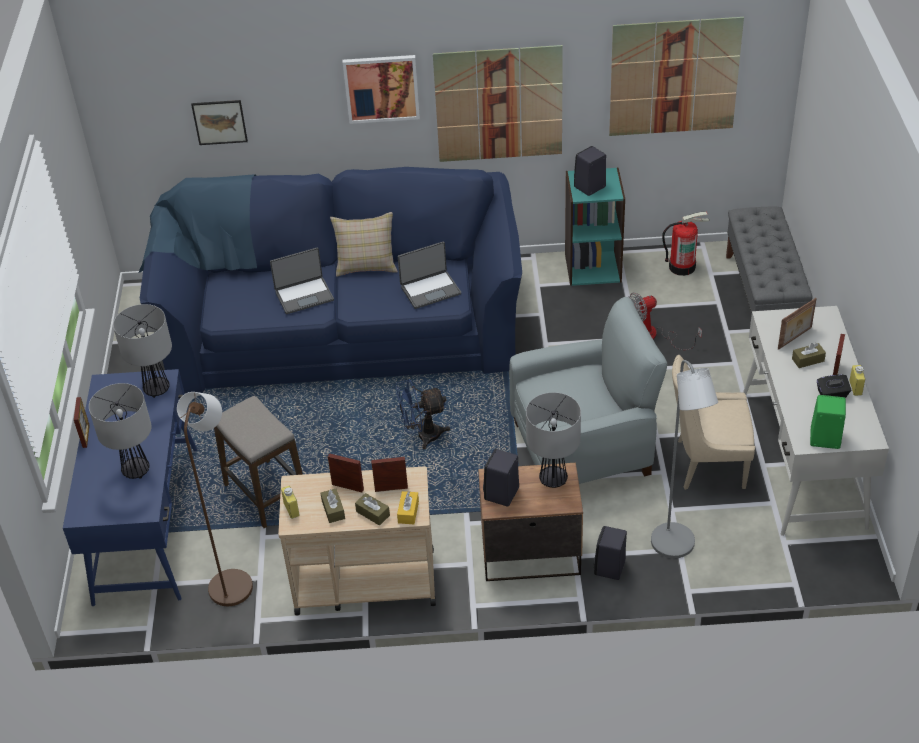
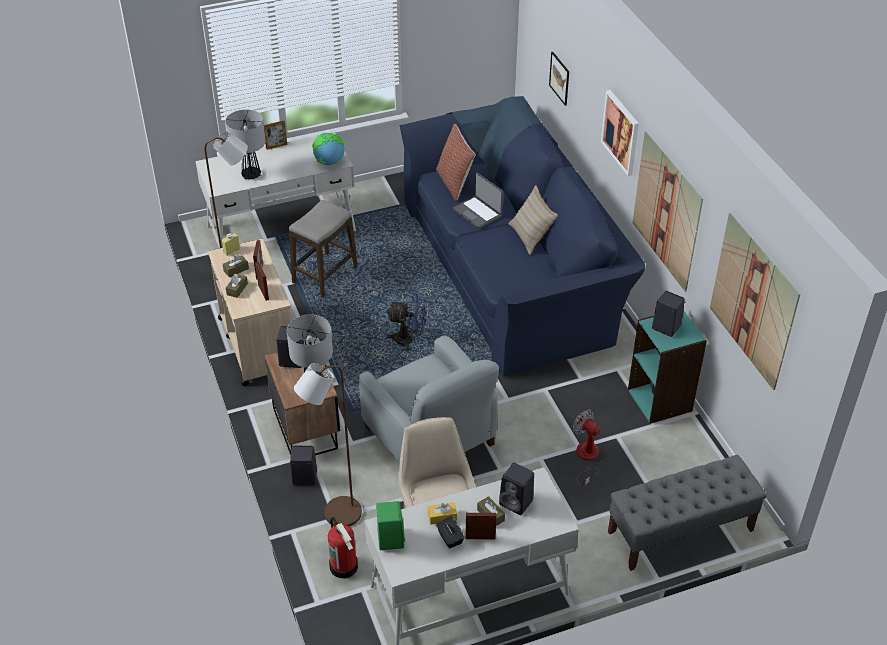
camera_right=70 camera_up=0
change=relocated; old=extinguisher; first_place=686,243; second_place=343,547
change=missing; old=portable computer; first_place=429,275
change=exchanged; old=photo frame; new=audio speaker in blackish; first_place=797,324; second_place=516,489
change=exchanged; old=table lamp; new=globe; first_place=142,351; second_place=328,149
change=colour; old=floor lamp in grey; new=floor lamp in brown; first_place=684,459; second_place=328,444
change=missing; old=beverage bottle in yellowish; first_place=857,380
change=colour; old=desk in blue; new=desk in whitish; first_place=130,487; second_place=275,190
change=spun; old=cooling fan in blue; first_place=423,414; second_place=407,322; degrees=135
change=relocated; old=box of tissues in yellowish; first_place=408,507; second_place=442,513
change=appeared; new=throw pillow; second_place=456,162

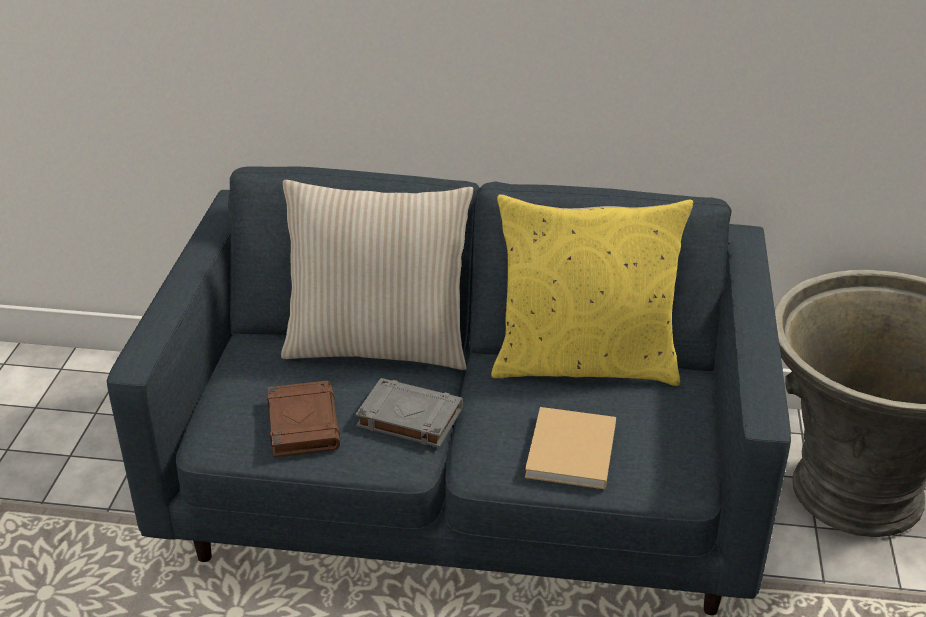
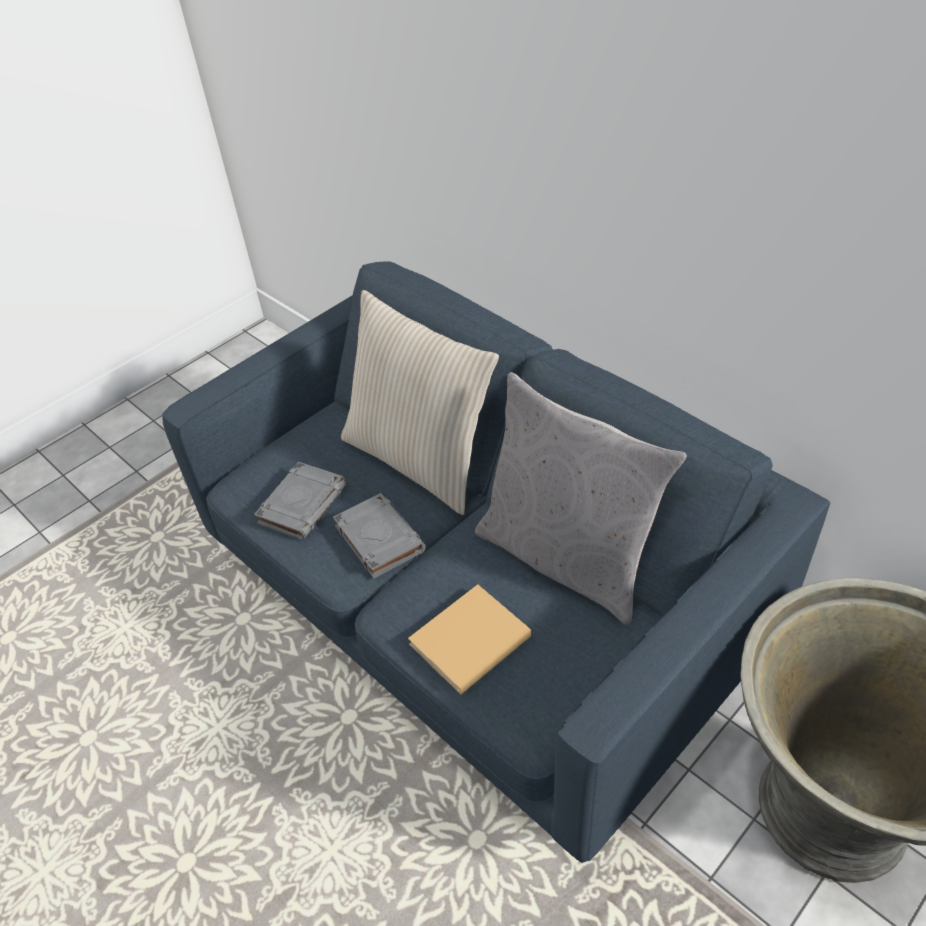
camera_right=40 camera_up=10
change=colour; old=throw pillow in yellowish; new=throw pillow in grey; first_place=592,290; second_place=581,499
change=colour; old=bound book in brown; new=bound book in grey; first_place=303,419; second_place=300,501

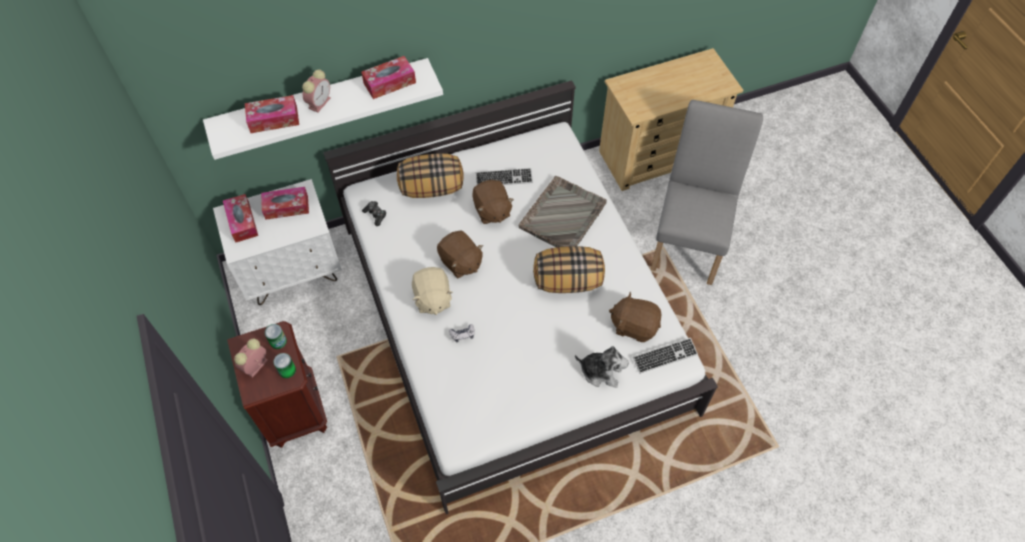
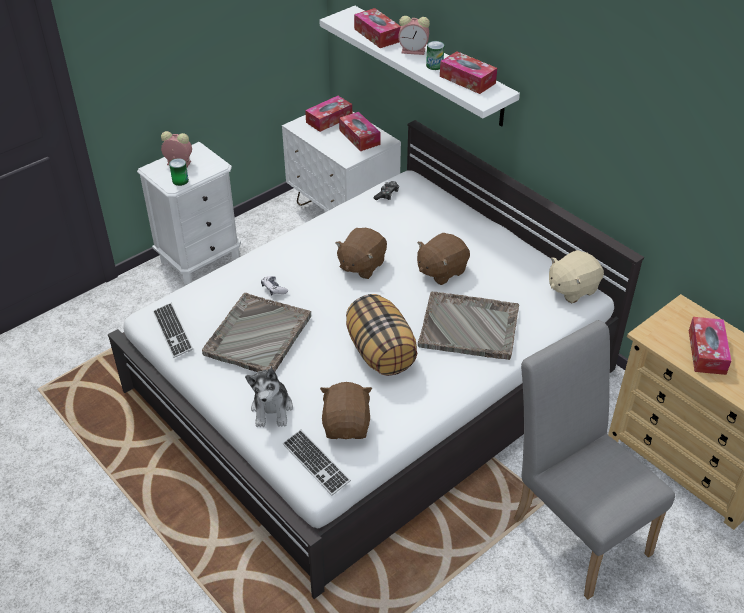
camera_right=70 camera_up=-15
change=spun; old=chair in grey; first_place=707,192; second_place=594,459; degrees=-120
change=missing; old=throw pillow; first_place=430,176
change=relocated; old=computer keyboard; first_place=504,176; second_place=173,330
change=relocated; old=plush toy in beige; first_place=432,291; second_place=576,276
change=colour; old=bedside table in brown; new=bedside table in whitish; first_place=277,384; second_place=189,213
change=relocated; old=metal can; first_place=276,336; second_place=435,55
change=appeared; new=carrying tray in grey; second_place=256,332
change=appeared; new=box of tissues; second_place=710,346

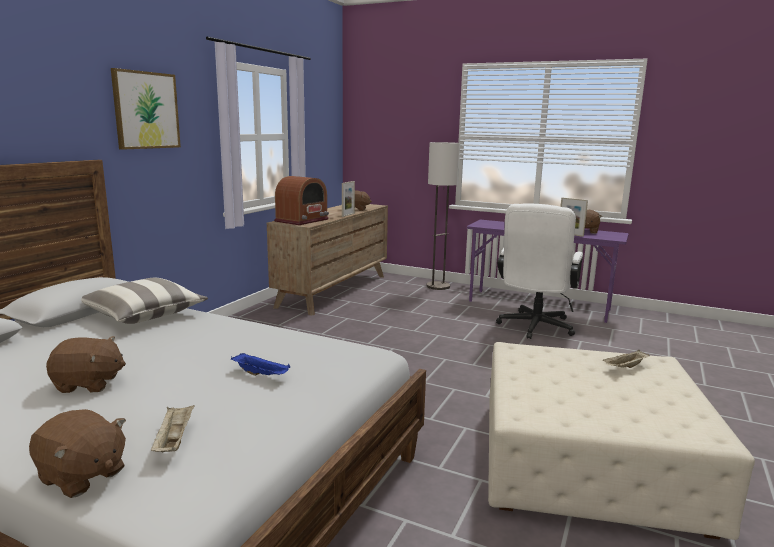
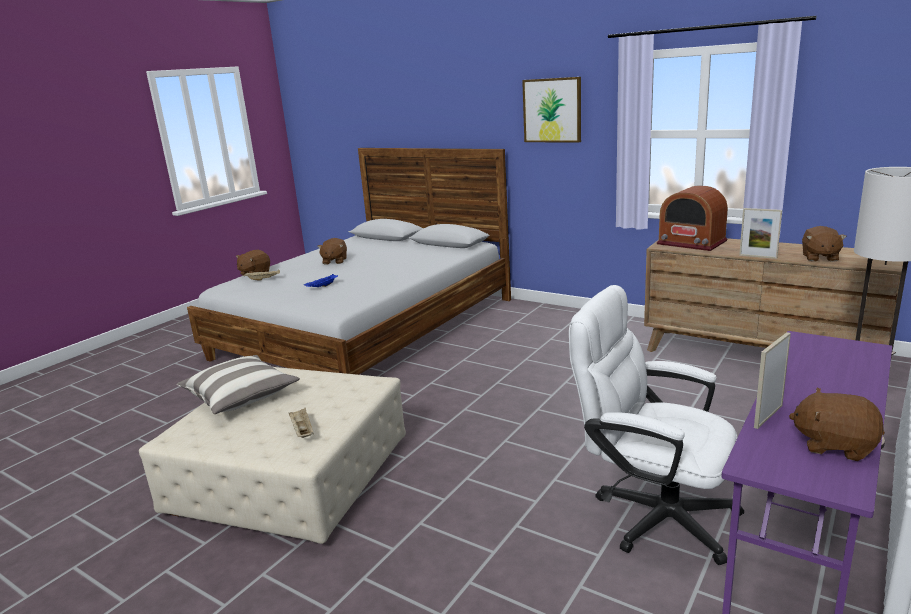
camera_right=100 camera_up=5
change=relocated; old=throw pillow; first_place=144,301; second_place=238,384

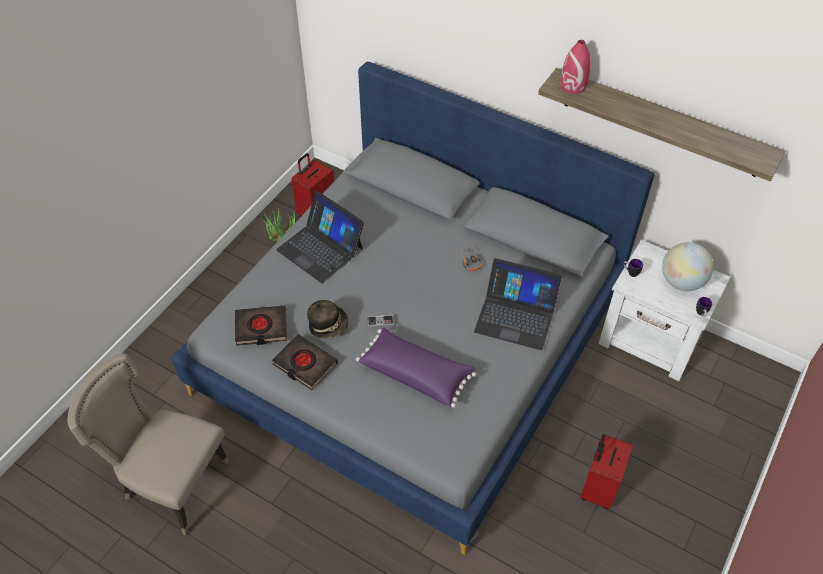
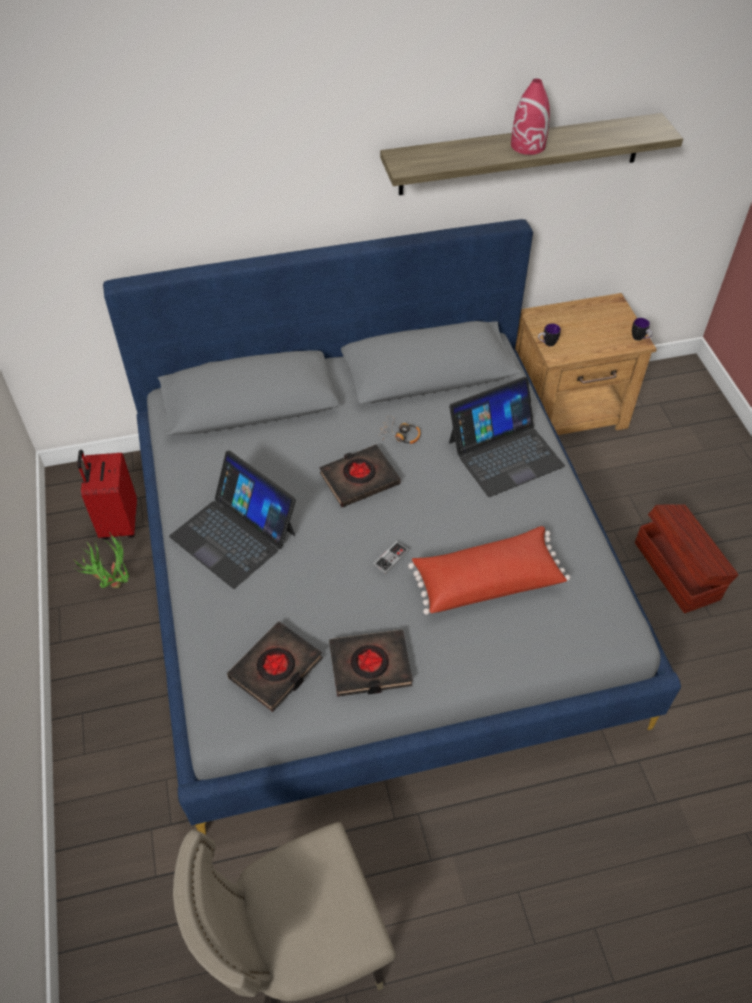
camera_right=-45 camera_up=0
change=relocated; old=flower vase in reddish; first_place=575,67; second_place=530,116
change=spun; old=portable computer; first_place=320,237; second_place=232,519; degrees=45
change=colour; old=bedside table in whitish; new=bedside table in brown; first_place=664,310; second_place=586,364
change=missing; old=globe; first_place=688,266
change=missing; old=hat; first_place=327,319
change=colour; old=throw pillow in purple-coloured; new=throw pillow in reddish; first_place=416,368; second_place=489,570
change=exchanged; old=travel case in reddish; new=storage box in brown; first_place=606,471; second_place=687,558
change=appeared; new=bound book in blackish; second_place=359,476

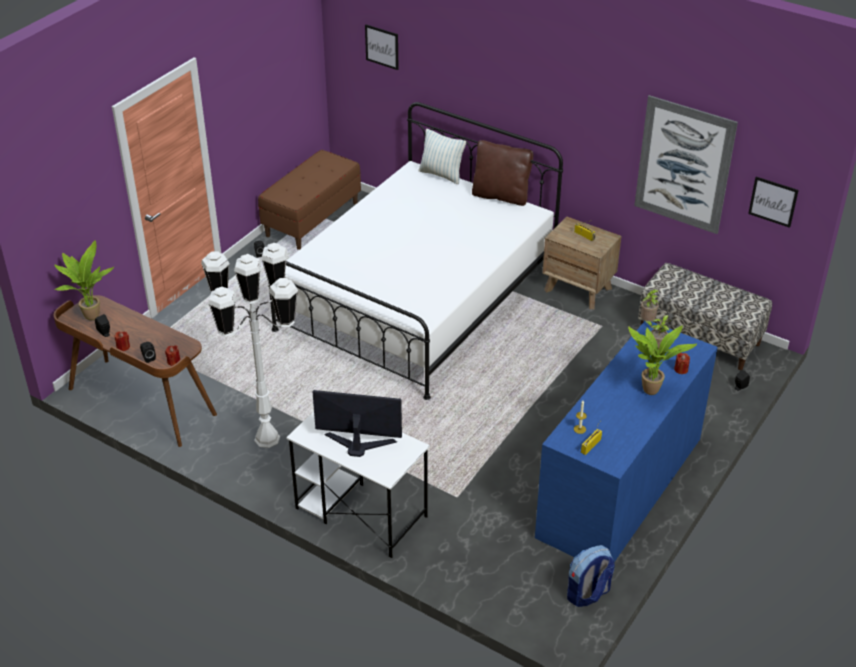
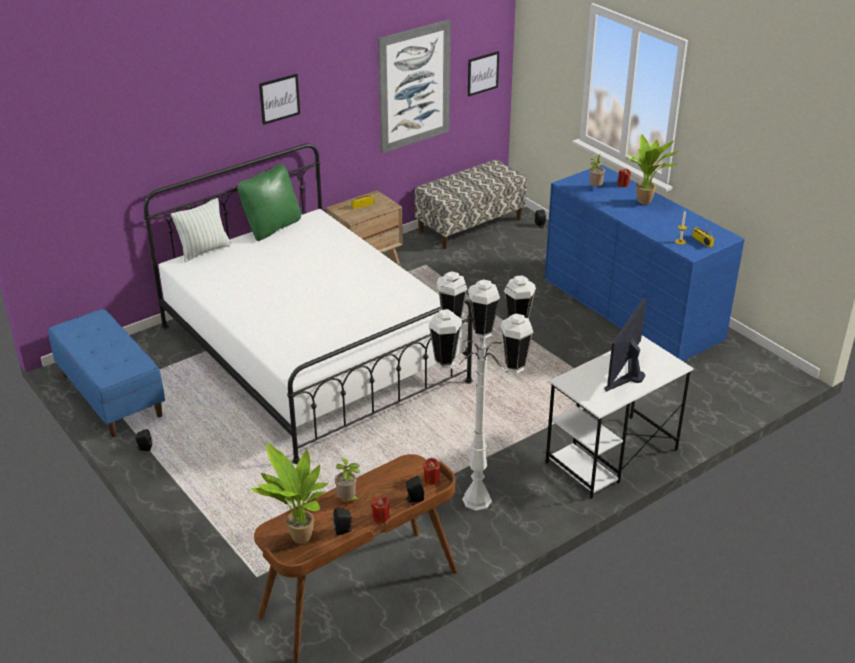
camera_right=-70 camera_up=-5
change=relocated; old=wall art; first_place=382,47; second_place=279,99
change=colour; old=throw pillow in brown; new=throw pillow in green-coloured; first_place=502,173; second_place=269,202
change=colour; old=bench in brown; new=bench in blue; first_place=309,200; second_place=106,373
change=relocated; old=potted plant; first_place=650,308; second_place=347,479
change=missing; old=backpack; first_place=591,576

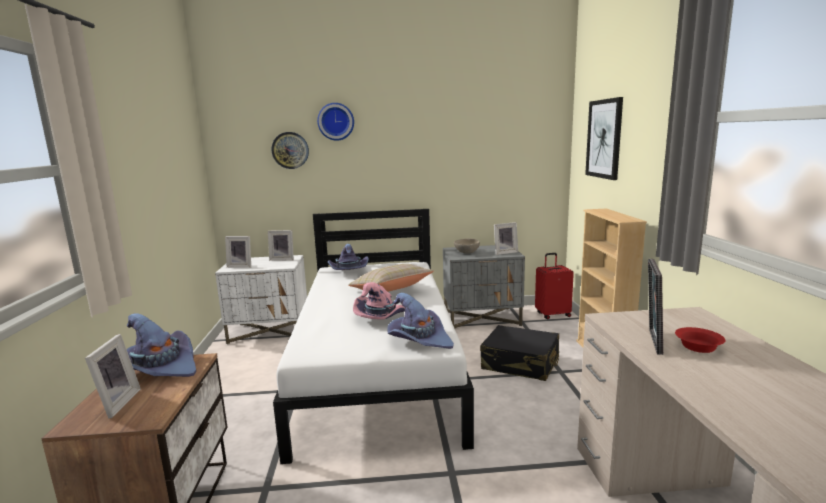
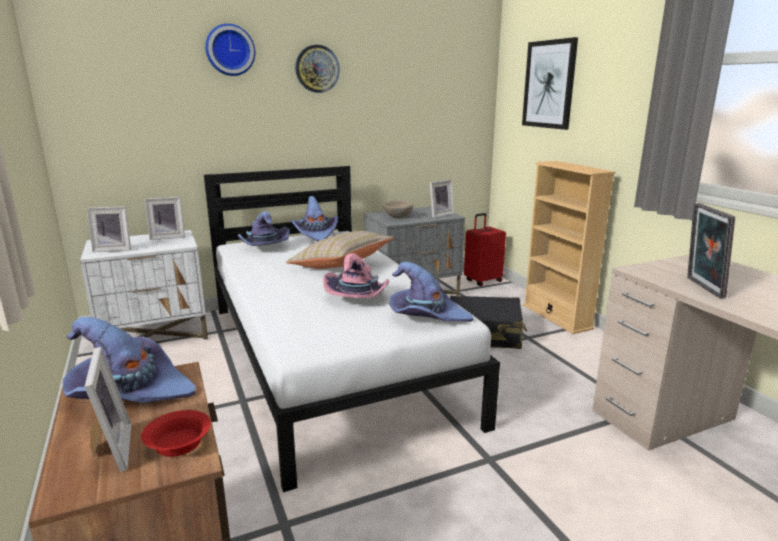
camera_right=-20 camera_up=5
change=relocated; old=clock on the wall; first_place=290,150; second_place=317,69
change=relocated; old=bowl in reddish; first_place=700,340; second_place=176,433
change=appeared; new=hat in purple-coloured; second_place=314,218

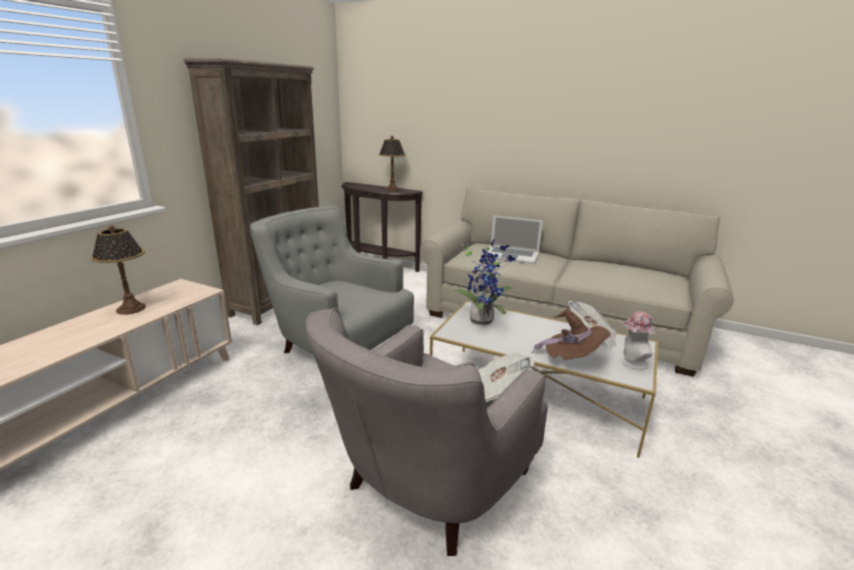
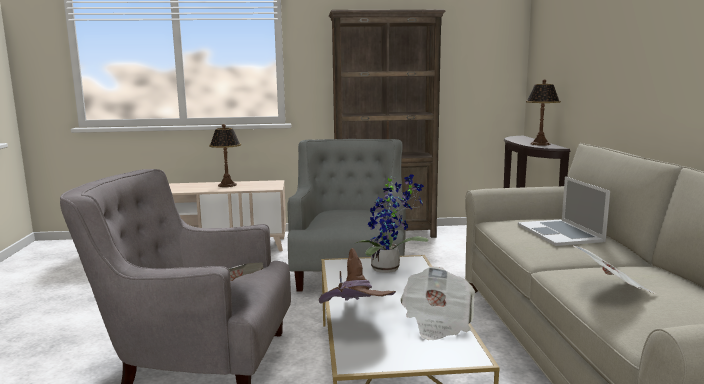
camera_right=60 camera_up=-10
change=missing; old=hat; first_place=638,340
change=appeared; new=printed paper; second_place=614,269

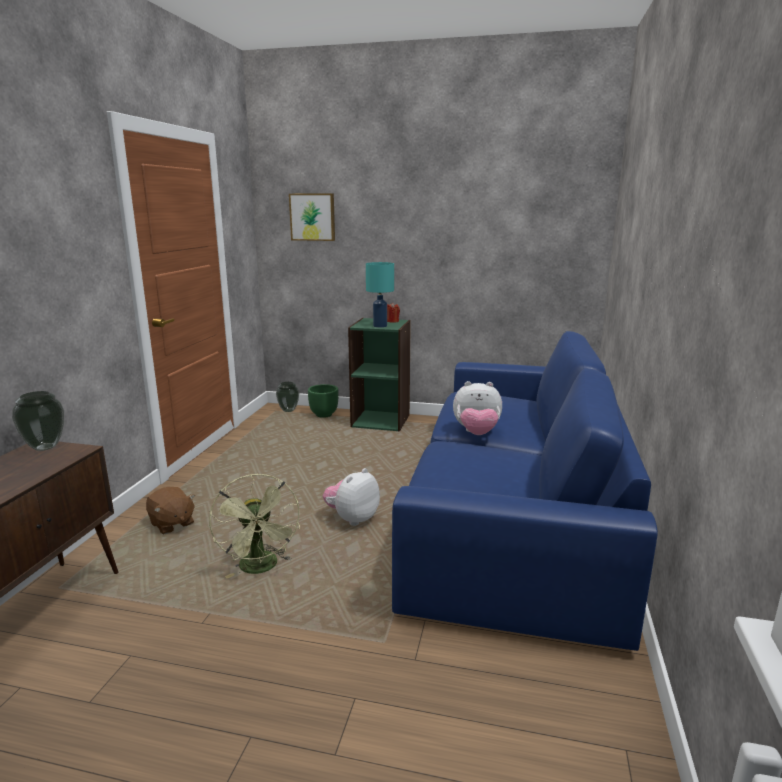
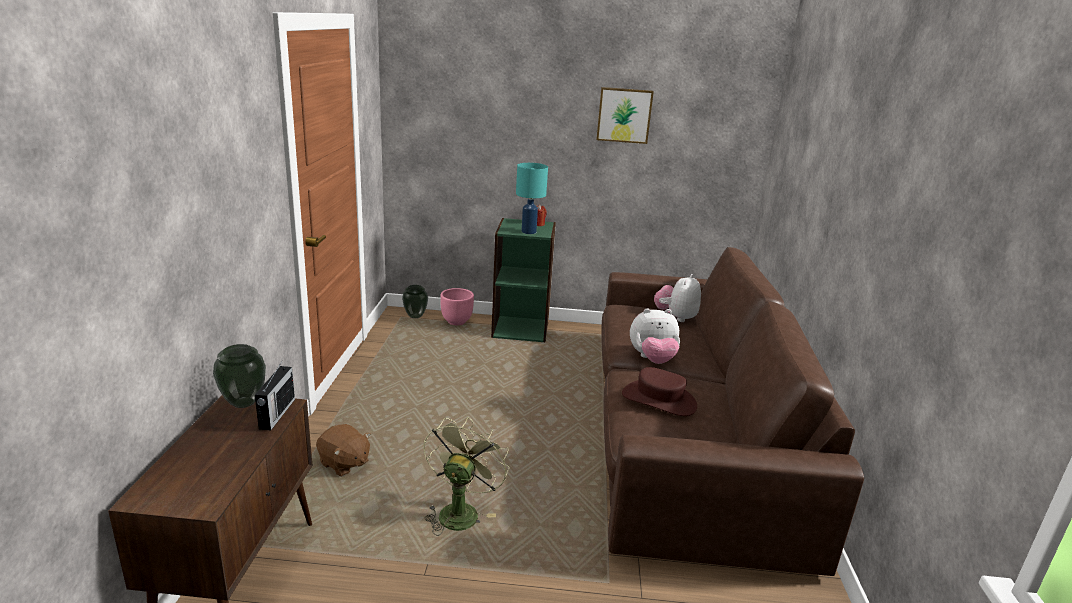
camera_right=-10 camera_up=5
change=relocated; old=wall art; first_place=312,217; second_place=625,115
change=colour; old=settee in blue; new=settee in brown; first_place=525,491; second_place=732,411
change=colour; old=flower pot in green-coloured; new=flower pot in pink; first_place=323,401; second_place=457,306
change=relocated; old=plush toy; first_place=351,497; second_place=677,298
change=spun; old=cooling fan in green-coloured; first_place=254,526; second_place=466,476; degrees=-135
change=appeared; new=radio receiver; second_place=275,395
change=appeared; new=hat in brown; second_place=659,391

